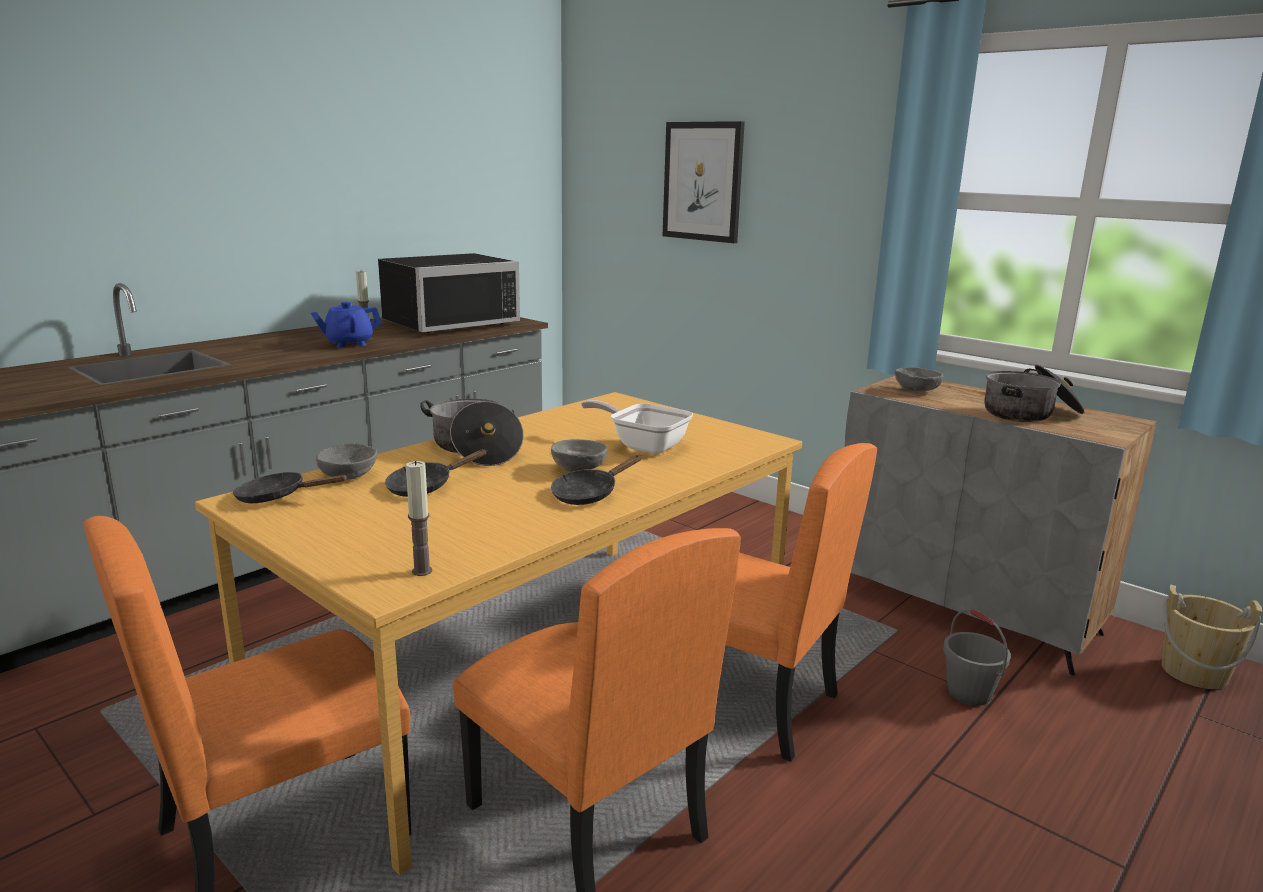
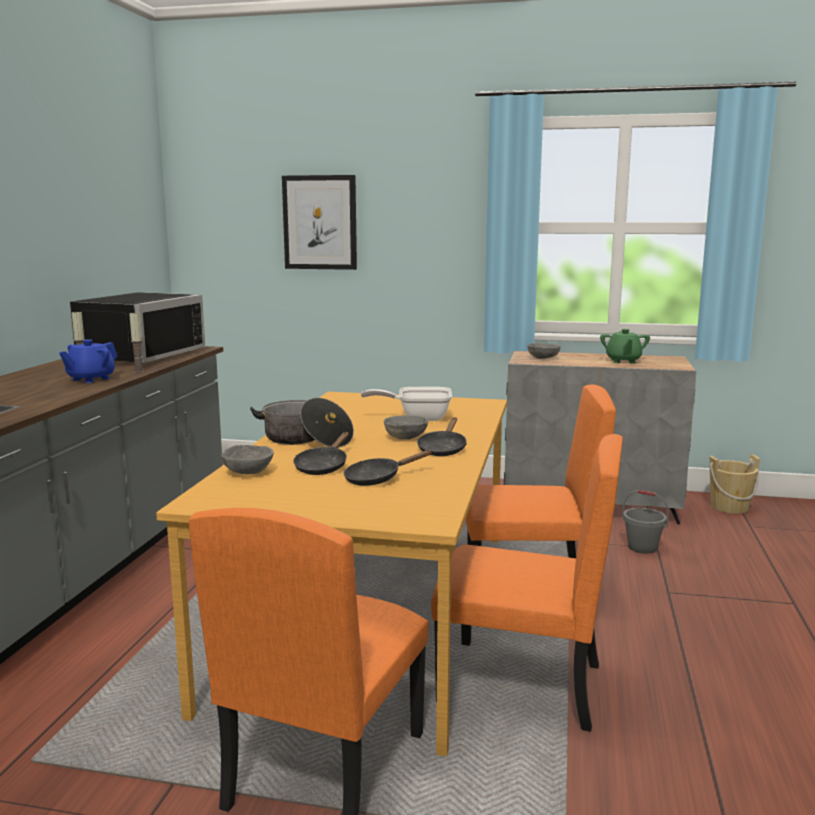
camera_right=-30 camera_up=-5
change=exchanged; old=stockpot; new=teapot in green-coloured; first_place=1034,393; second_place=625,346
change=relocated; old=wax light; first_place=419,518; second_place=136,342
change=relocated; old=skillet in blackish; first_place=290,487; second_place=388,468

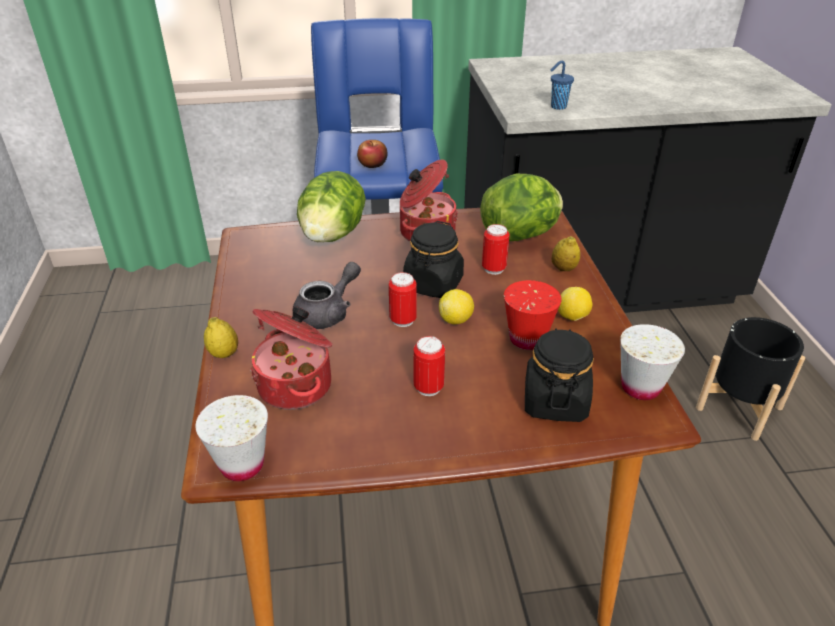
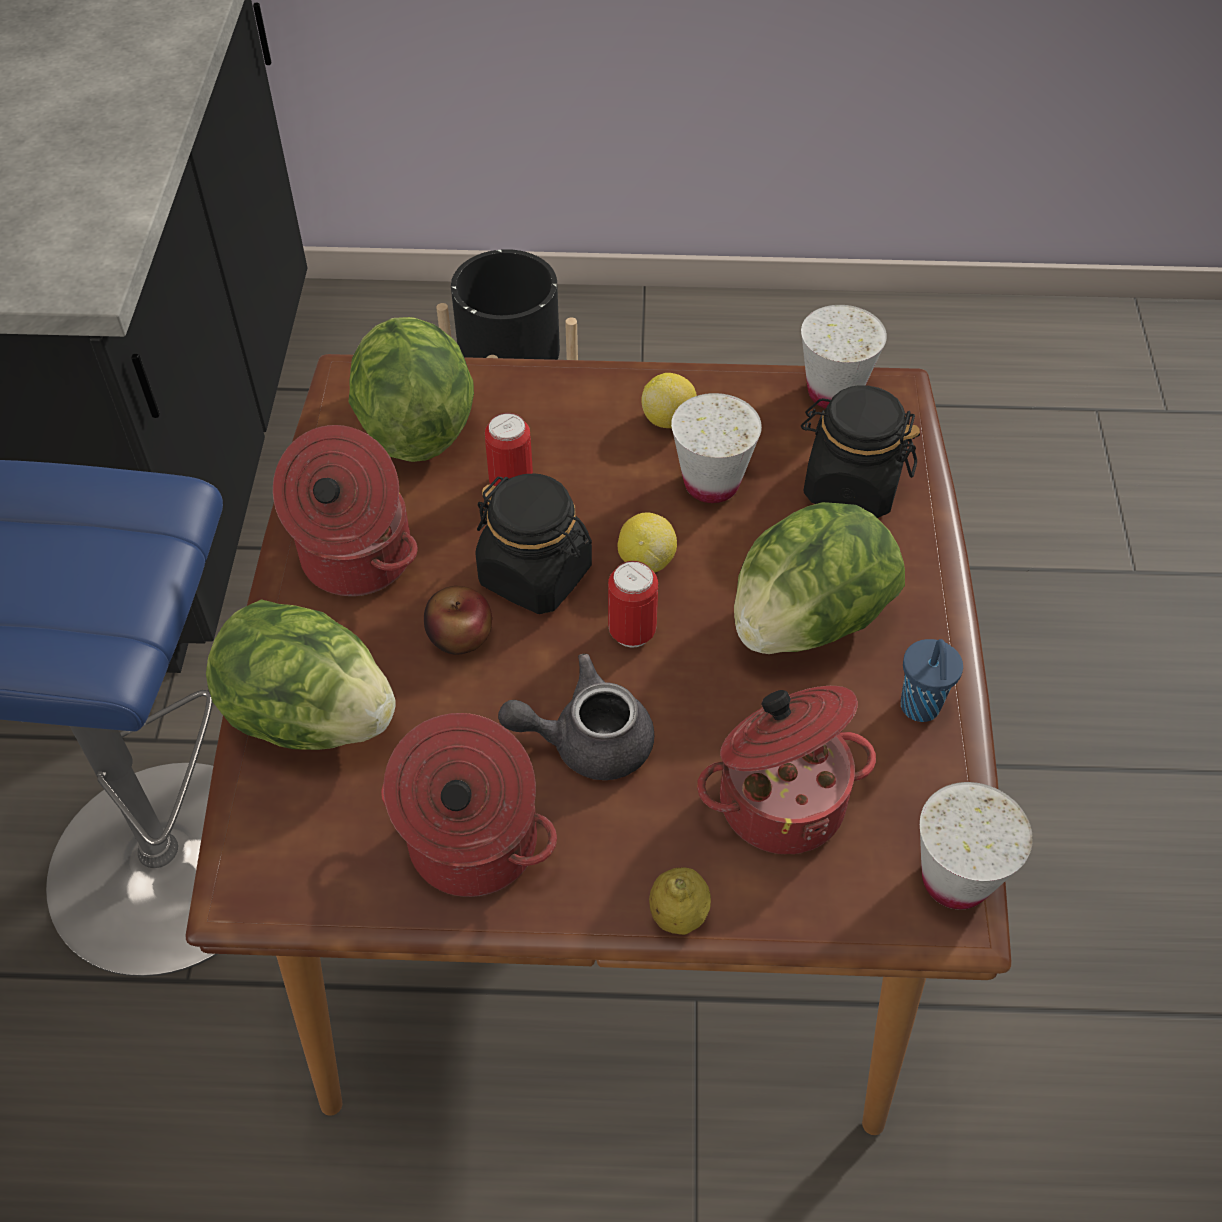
camera_right=-80 camera_up=15
change=relocated; old=cup in blue; first_place=562,85; second_place=932,680
change=relocated; old=whole apple; first_place=372,154; second_place=458,620
change=missing; old=whole lemon; first_place=565,253
change=spun; old=teapot in grey; first_place=327,295; second_place=576,717; degrees=-60
change=colour; old=cup in reddish; new=cup in whitish; first_place=533,315; second_place=716,448
change=exchanged; old=metal can; new=lettuce head; first_place=429,366; second_place=819,578
change=appeared; new=stockpot; second_place=469,805

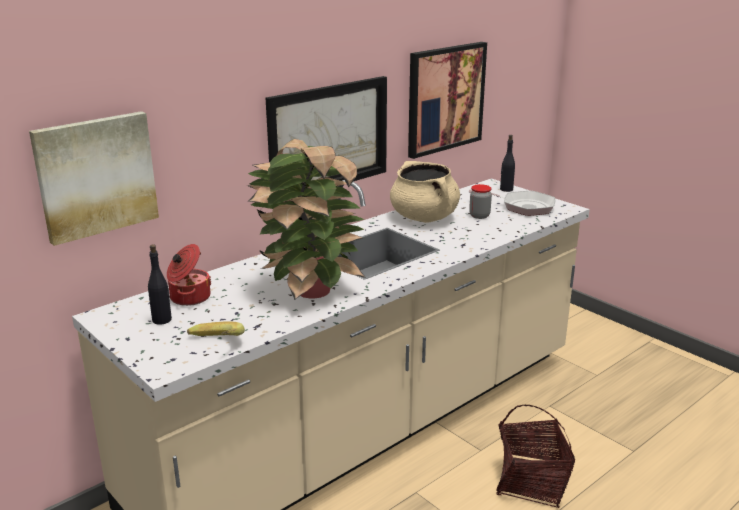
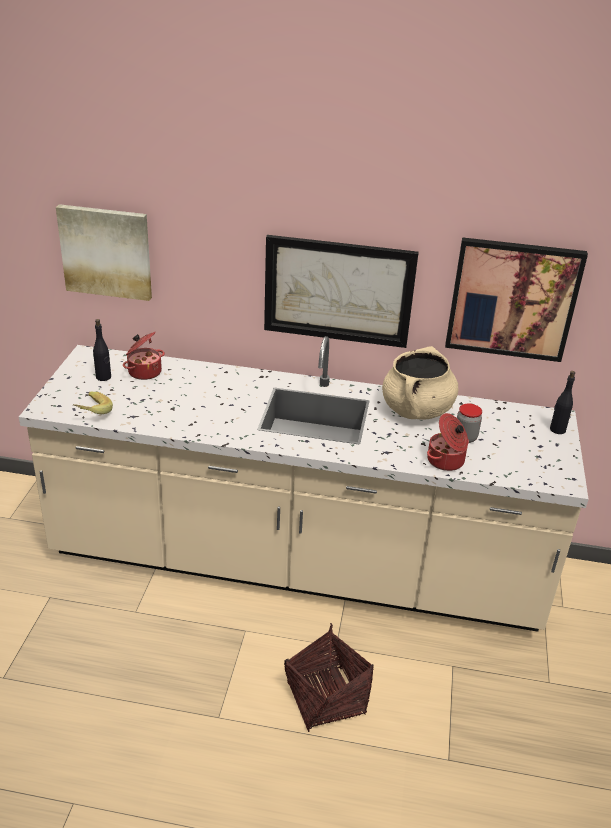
camera_right=50 camera_up=10
change=missing; old=potted plant; first_place=306,219
change=missing; old=skillet; first_place=512,202
change=appeared; new=stockpot; second_place=448,442

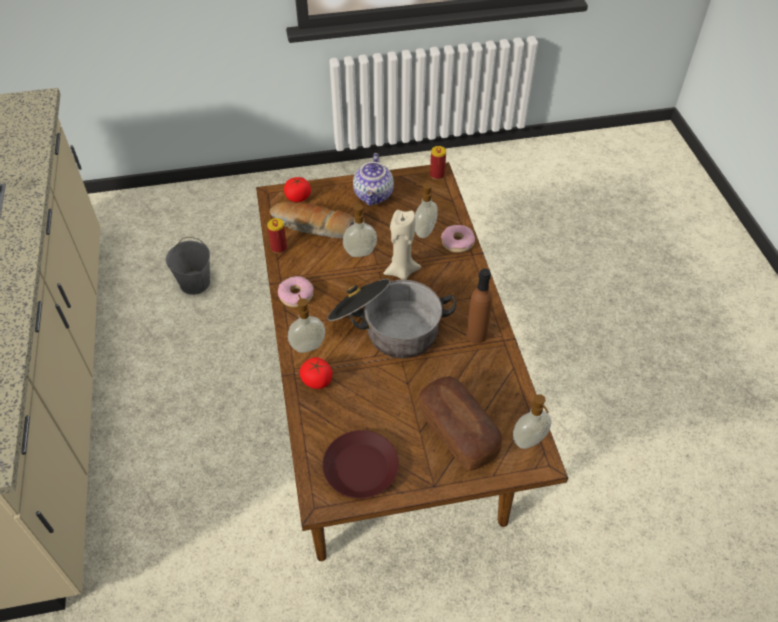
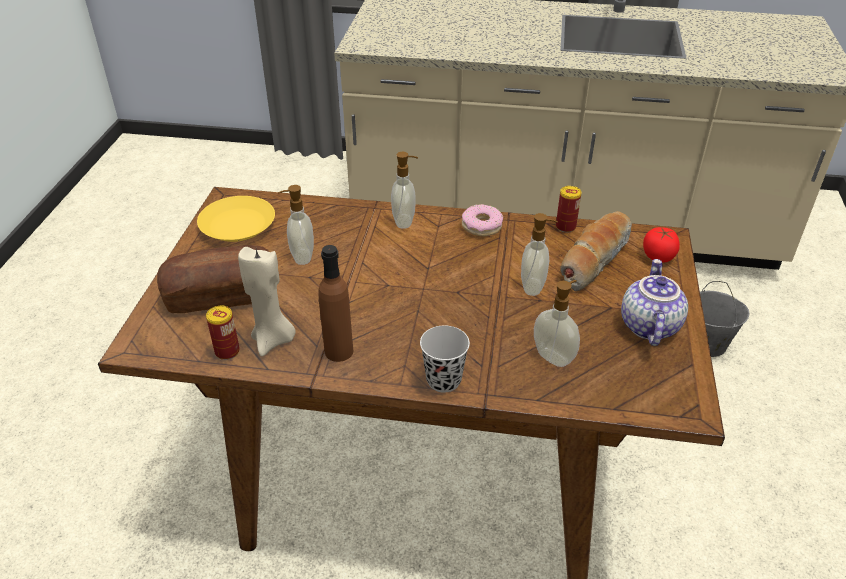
camera_right=110 camera_up=-10
change=relocated; old=metal can; first_place=438,163; second_place=223,333
change=spun; old=teapot; first_place=373,179; second_place=654,302; degrees=75
change=relocated; old=wax light in beige; first_place=402,245; second_place=267,301
change=missing; old=ring doughnut; first_place=458,239
change=missing; old=stockpot; first_place=392,318
change=missing; old=fresh tomato; first_place=316,373
change=relocated; old=soap bottle; first_place=532,421; second_place=296,225
change=colour; old=dinner plate in brown; new=dinner plate in yellowish; first_place=360,464; second_place=236,219
change=appeared; new=cup in blackish; second_place=445,359

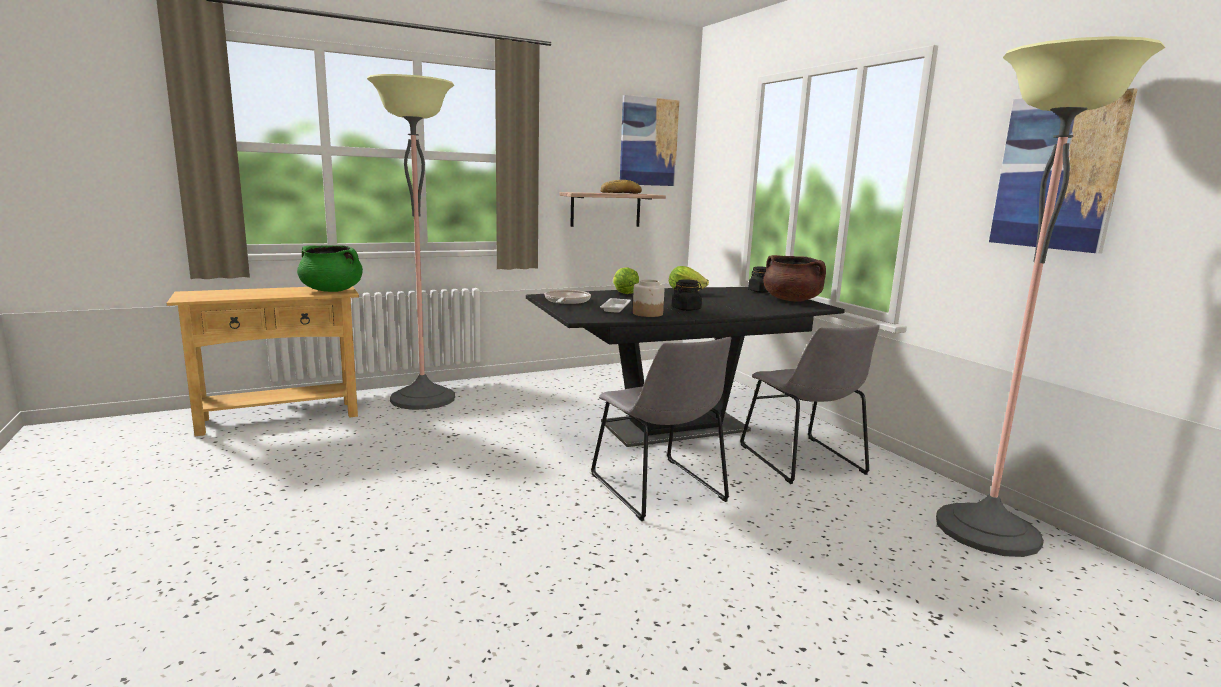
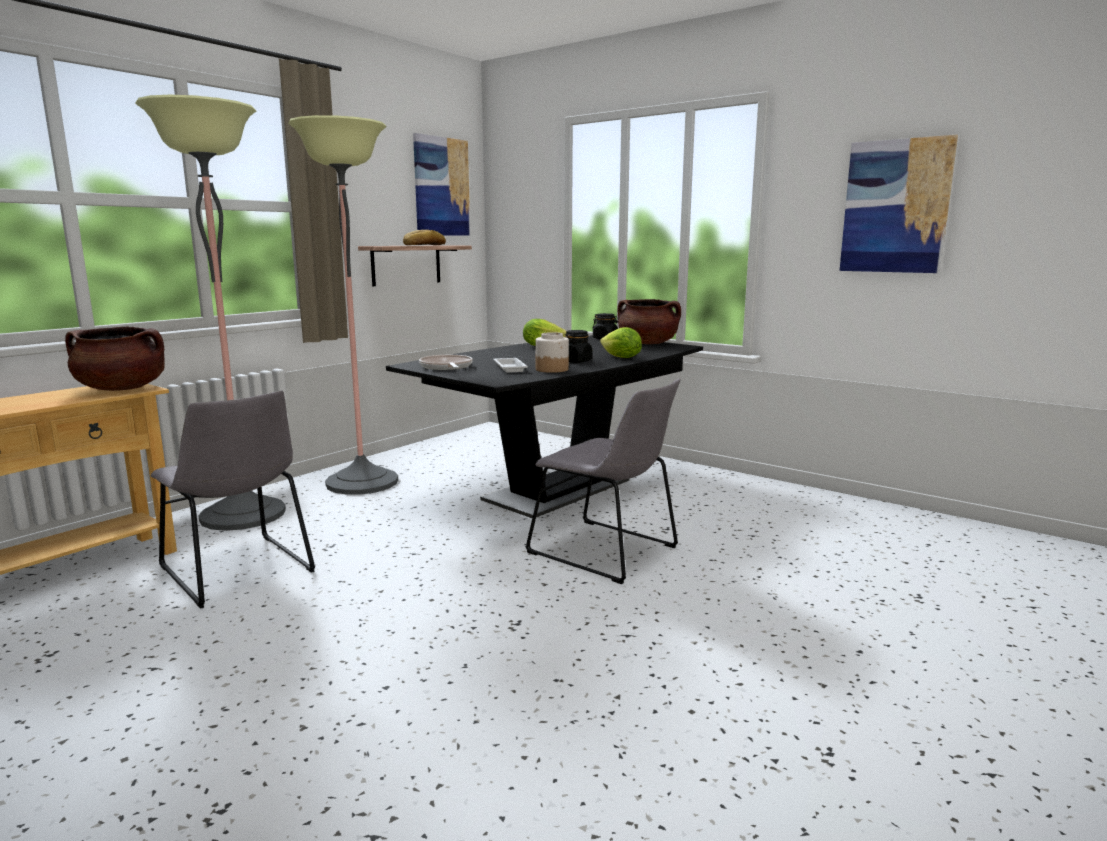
camera_right=-25 camera_up=0
change=relocated; old=floor lamp; first_place=1050,296; second_place=343,305
change=colour; old=stockpot in green-coloured; new=stockpot in brown; first_place=330,268; second_place=115,359
change=relocated; old=lettuce head; first_place=626,280; second_place=621,342
change=relocated; old=chair in grey; first_place=810,404; second_place=233,499

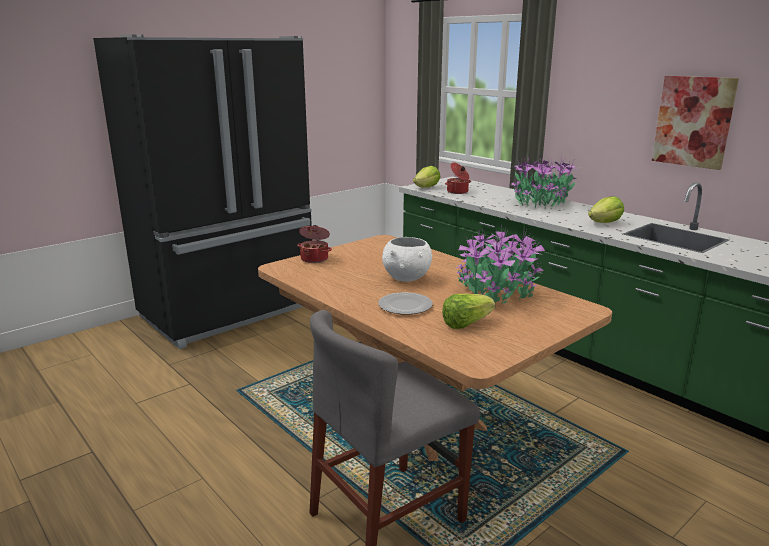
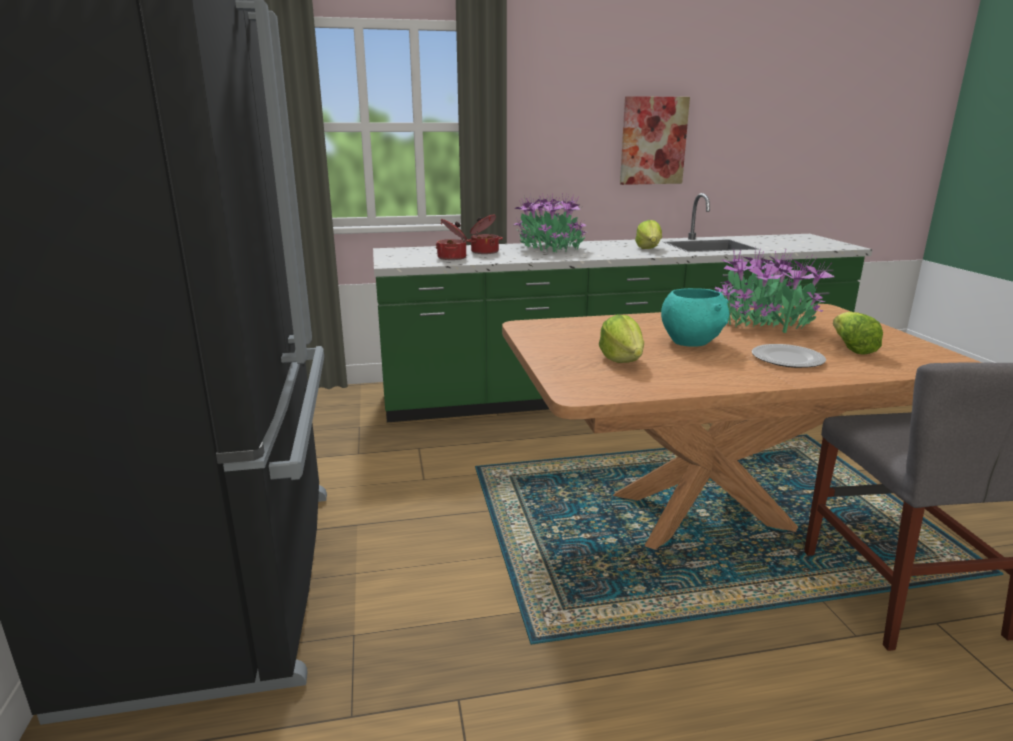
camera_right=-60 camera_up=0
change=relocated; old=lettuce head; first_place=426,177; second_place=621,339
change=relocated; old=stockpot; first_place=314,244; second_place=484,234
change=colour; old=bowl in whitish; new=bowl in turquoise; first_place=407,259; second_place=695,317

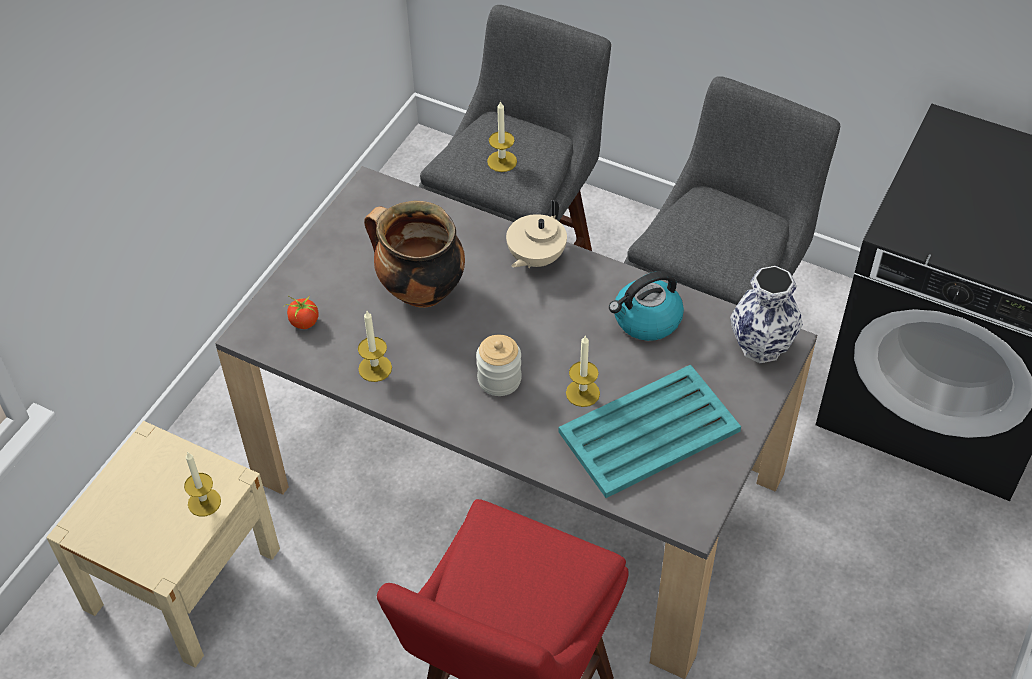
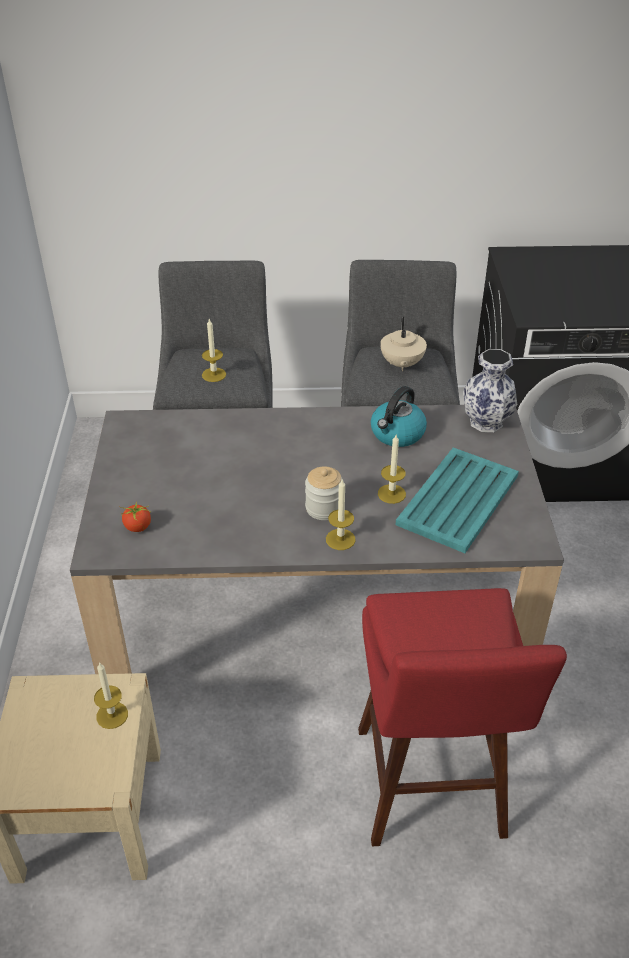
camera_right=-30 camera_up=-10
change=relocated; old=teapot in beige; first_place=536,234; second_place=403,344
change=missing; old=stockpot; first_place=414,254
change=relocated; old=wax light; first_place=375,346; second_place=341,515

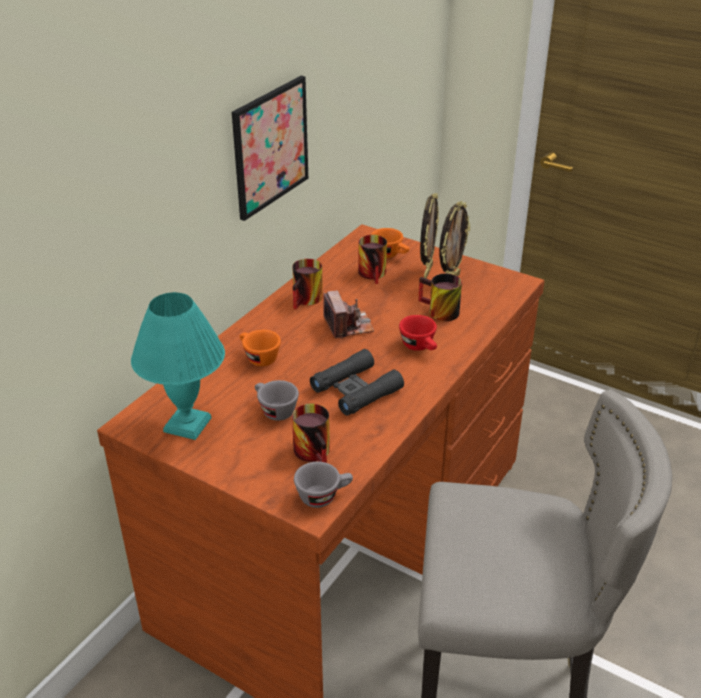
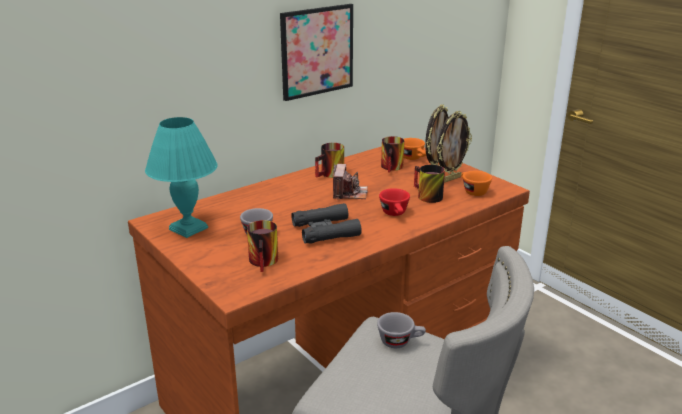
camera_right=20 camera_up=-10
change=relocated; old=cup in orange; first_place=260,348; second_place=476,183
change=relocated; old=cup in grey; first_place=323,485; second_place=401,330

